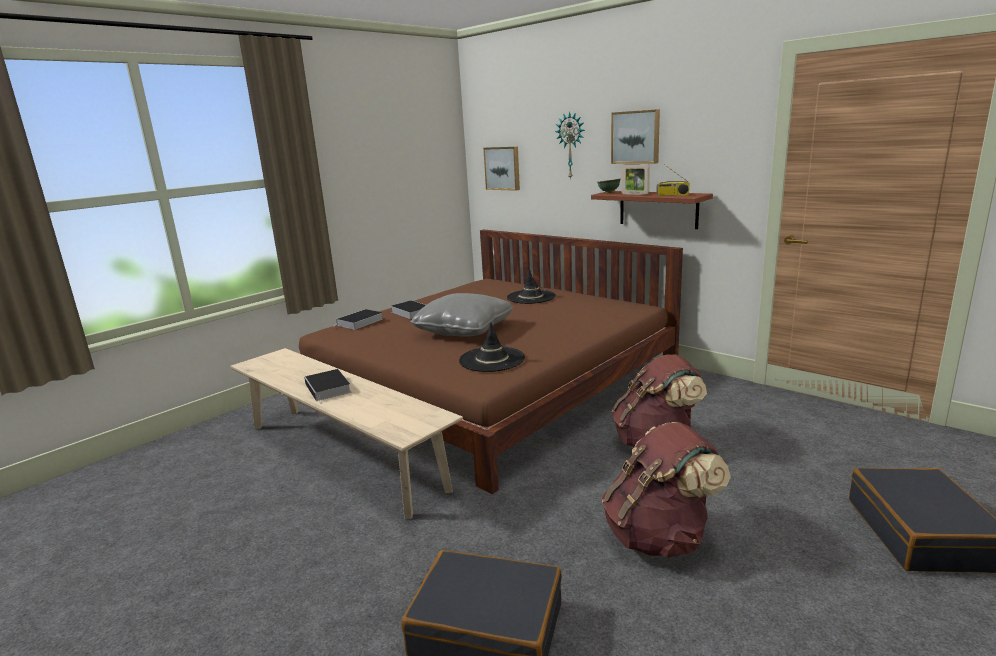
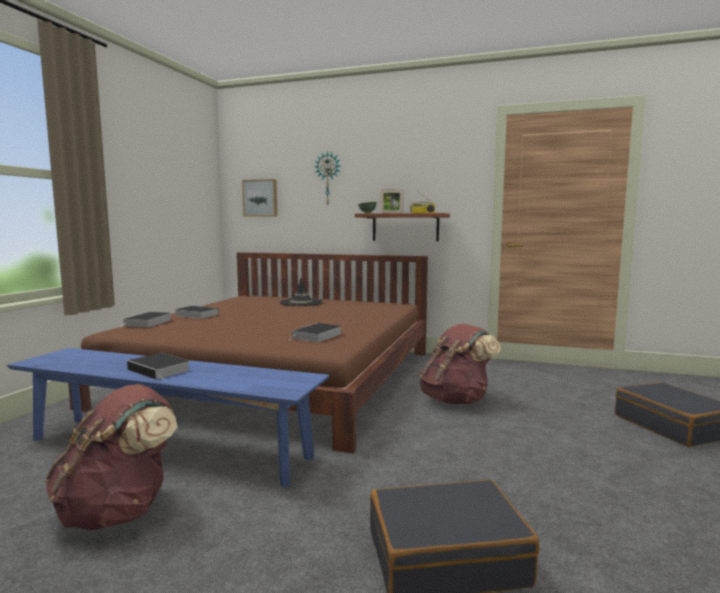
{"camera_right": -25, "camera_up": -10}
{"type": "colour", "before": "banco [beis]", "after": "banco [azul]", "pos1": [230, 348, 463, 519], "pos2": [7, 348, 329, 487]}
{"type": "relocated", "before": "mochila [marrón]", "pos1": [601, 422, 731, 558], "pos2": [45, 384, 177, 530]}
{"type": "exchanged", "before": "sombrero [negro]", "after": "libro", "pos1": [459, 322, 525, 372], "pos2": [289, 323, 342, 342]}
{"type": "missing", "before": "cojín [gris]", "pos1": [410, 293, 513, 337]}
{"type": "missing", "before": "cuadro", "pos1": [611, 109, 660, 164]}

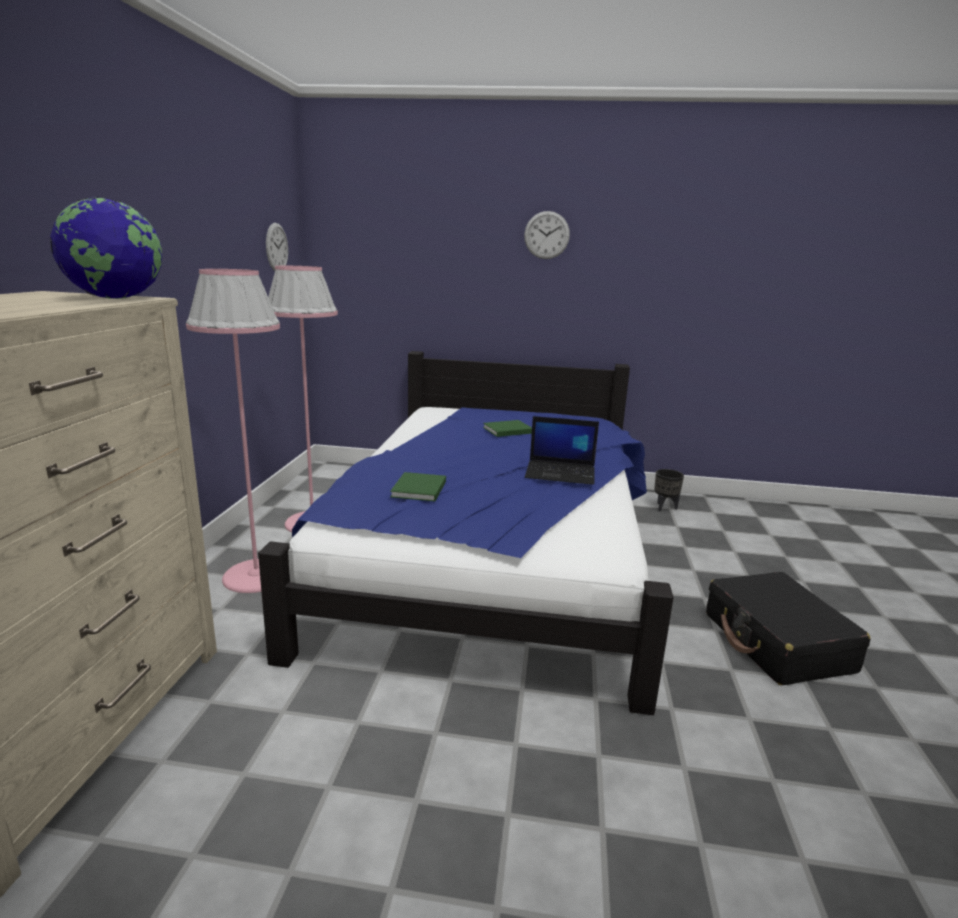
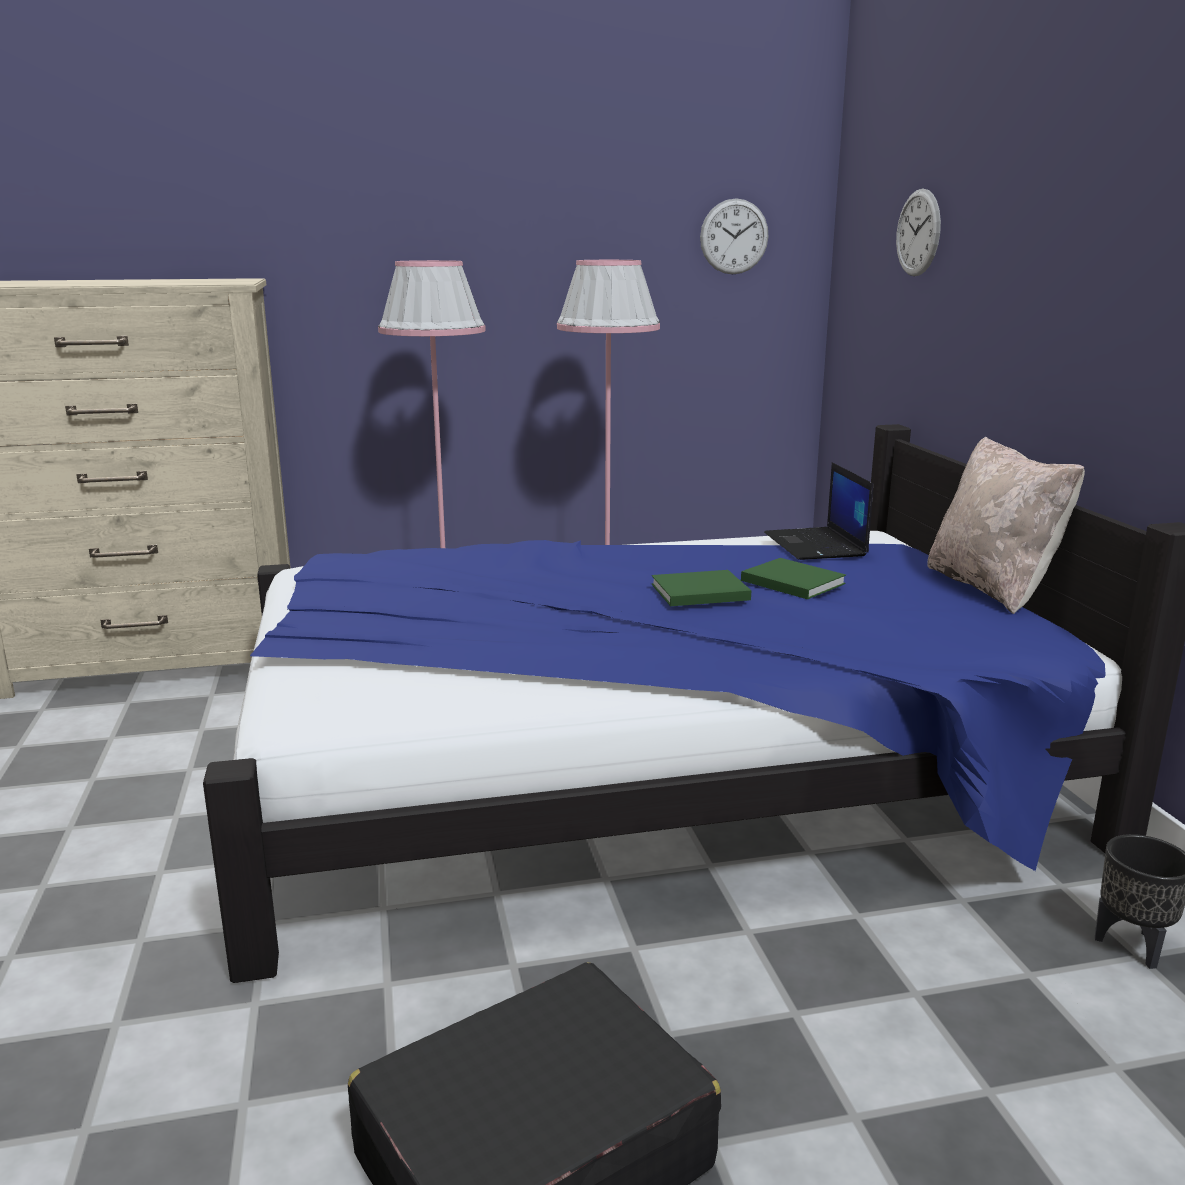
{"camera_right": 70, "camera_up": 0}
{"type": "relocated", "before": "libro [verde]", "pos1": [390, 472, 446, 501], "pos2": [651, 570, 751, 606]}
{"type": "relocated", "before": "portátil", "pos1": [525, 416, 599, 485], "pos2": [764, 462, 873, 560]}
{"type": "relocated", "before": "reloj de pared", "pos1": [524, 211, 570, 259], "pos2": [896, 189, 941, 276]}
{"type": "appeared", "after": "cojín [beis]", "pos2": [927, 437, 1085, 614]}
{"type": "missing", "before": "globo terráqueo", "pos1": [50, 197, 162, 299]}

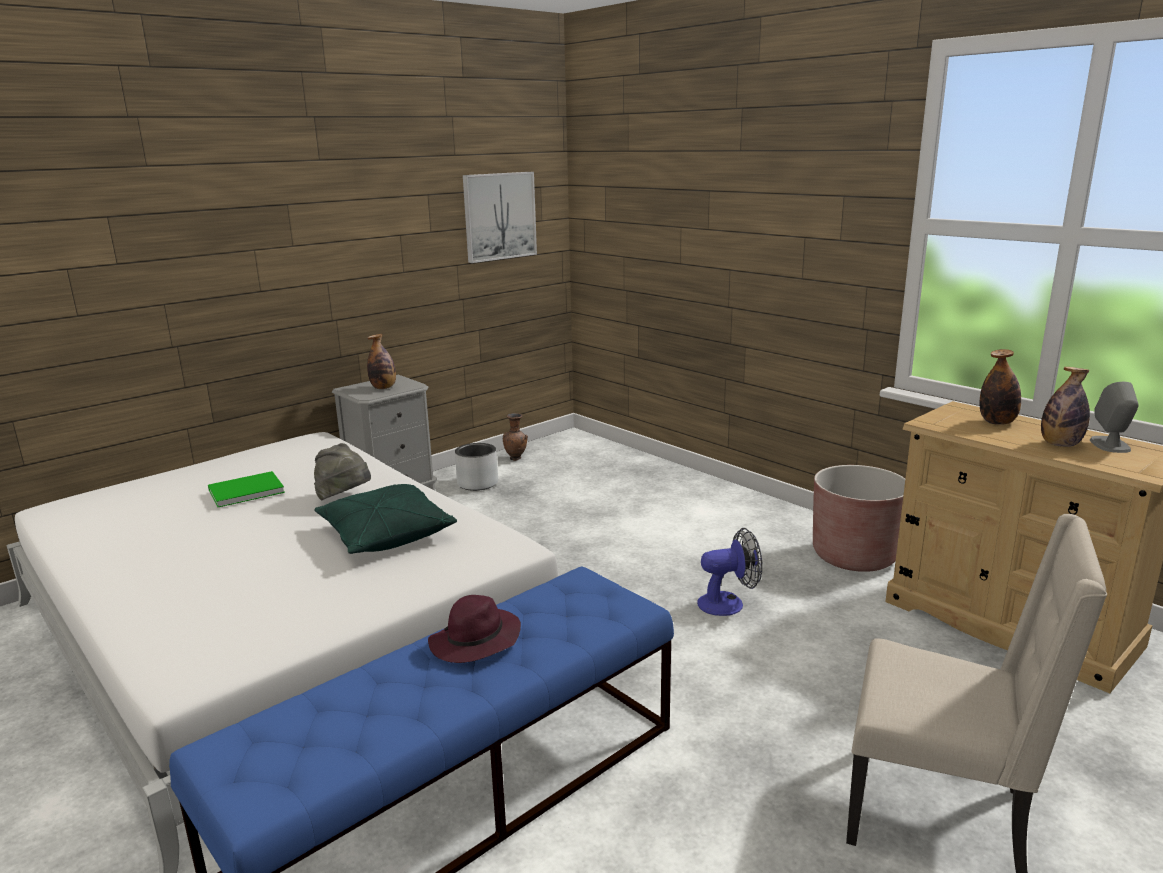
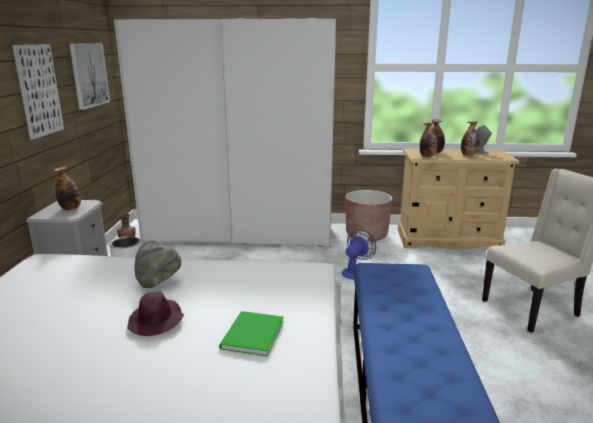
{"camera_right": -45, "camera_up": 0}
{"type": "appeared", "after": "cuadro", "pos2": [12, 44, 64, 139]}
{"type": "appeared", "after": "armario ropero [blanco]", "pos2": [114, 18, 336, 248]}
{"type": "relocated", "before": "sombrero [morado]", "pos1": [428, 595, 521, 663], "pos2": [127, 292, 184, 336]}
{"type": "relocated", "before": "libro [verde]", "pos1": [208, 471, 285, 507], "pos2": [219, 311, 284, 357]}
{"type": "appeared", "after": "botella", "pos2": [419, 122, 438, 157]}
{"type": "missing", "before": "cojín [verde]", "pos1": [314, 484, 457, 554]}

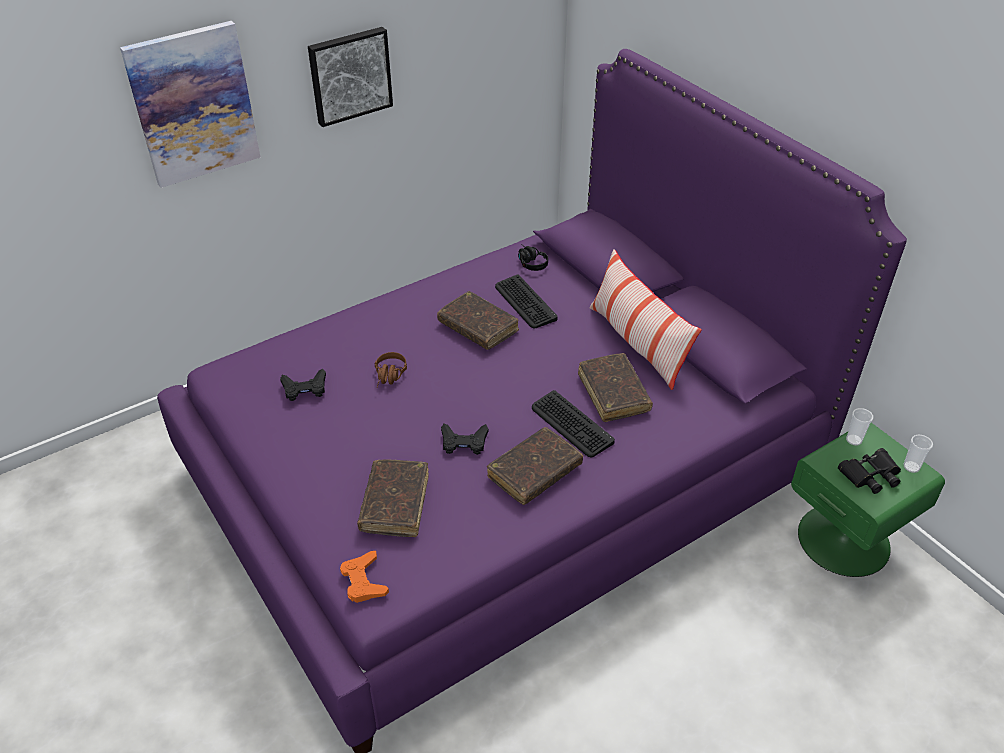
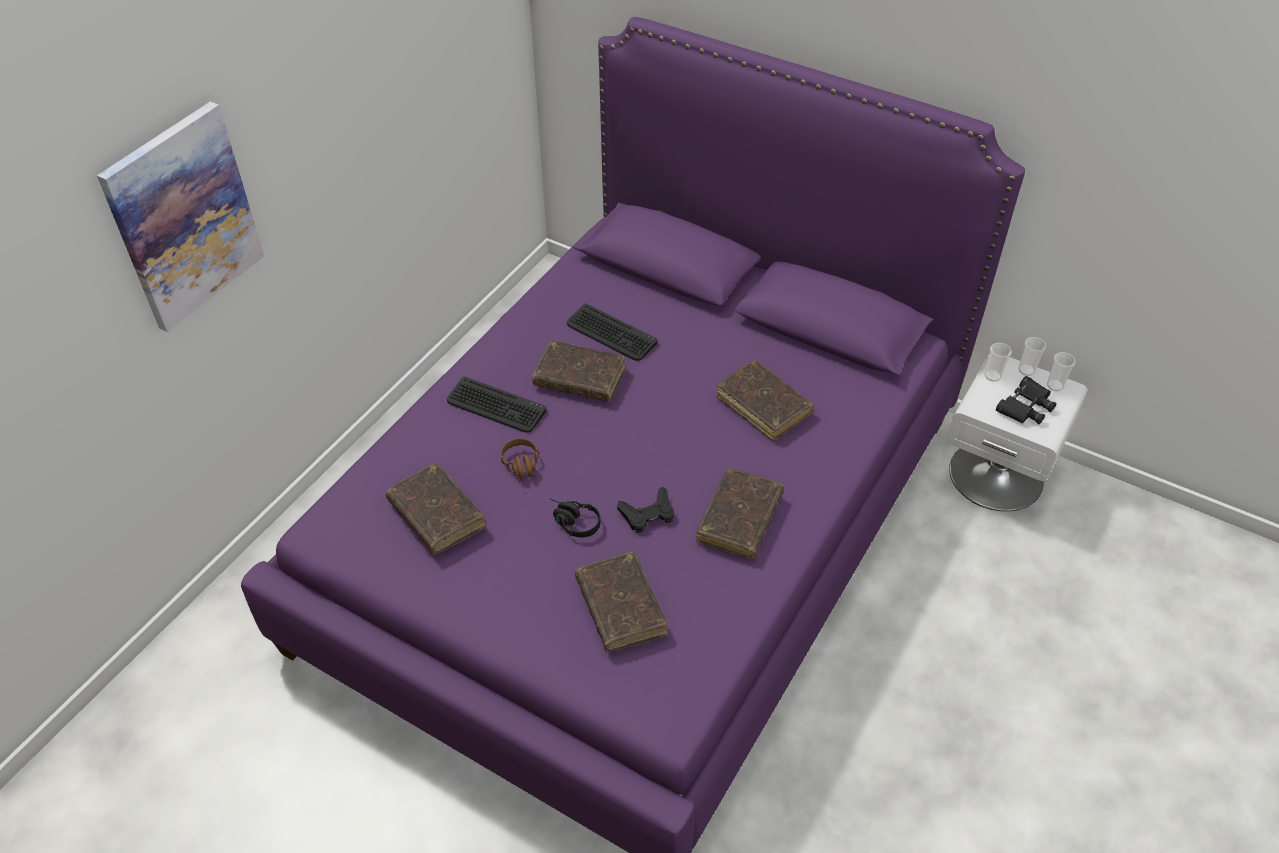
{"camera_right": -25, "camera_up": 5}
{"type": "exchanged", "before": "mando de consola [negro]", "after": "libro [marrón]", "pos1": [280, 369, 326, 401], "pos2": [386, 463, 486, 555]}
{"type": "relocated", "before": "teclado", "pos1": [532, 390, 615, 458], "pos2": [447, 377, 546, 433]}
{"type": "relocated", "before": "auriculares [negro]", "pos1": [518, 244, 548, 271], "pos2": [550, 499, 601, 538]}
{"type": "colour", "before": "mesita de noche [verde]", "after": "mesita de noche [blanco]", "pos1": [791, 423, 945, 577], "pos2": [947, 353, 1088, 511]}
{"type": "appeared", "after": "taza", "pos2": [1019, 337, 1046, 376]}
{"type": "missing", "before": "cuadro", "pos1": [308, 27, 393, 127]}
{"type": "missing", "before": "mando de consola [naranja]", "pos1": [340, 551, 389, 603]}
{"type": "missing", "before": "cojín", "pos1": [589, 249, 702, 390]}

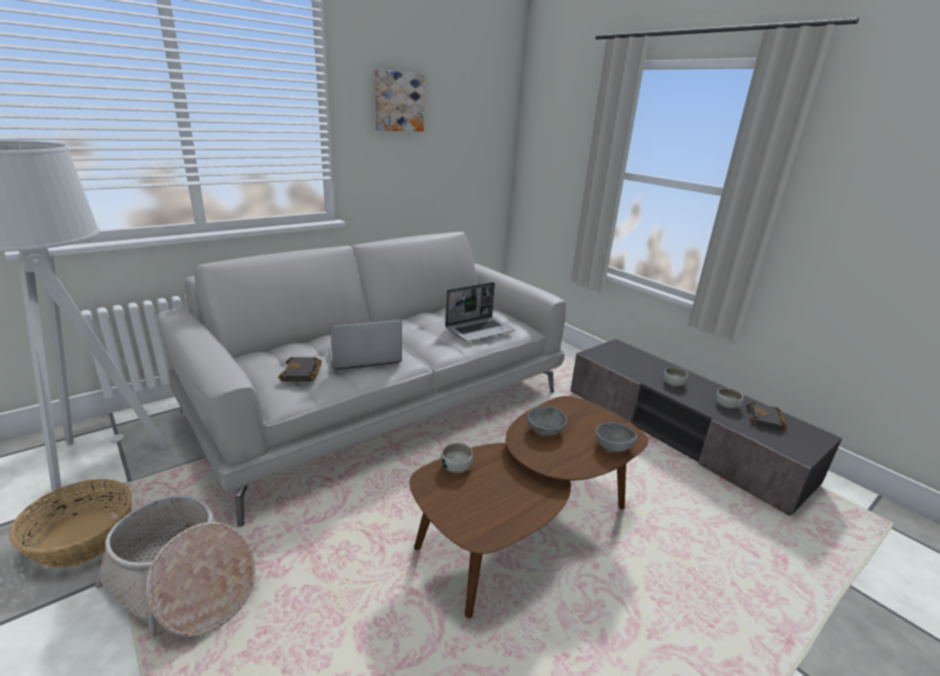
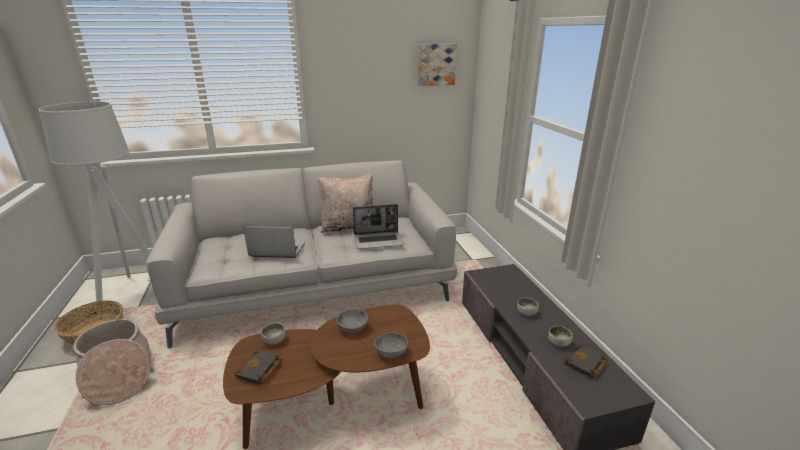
{"camera_right": 25, "camera_up": 0}
{"type": "relocated", "before": "libro [negro]", "pos1": [278, 357, 322, 382], "pos2": [234, 350, 282, 385]}
{"type": "appeared", "after": "cojín [beis]", "pos2": [318, 174, 373, 233]}
{"type": "relocated", "before": "cuadro", "pos1": [375, 70, 425, 131], "pos2": [418, 44, 457, 86]}

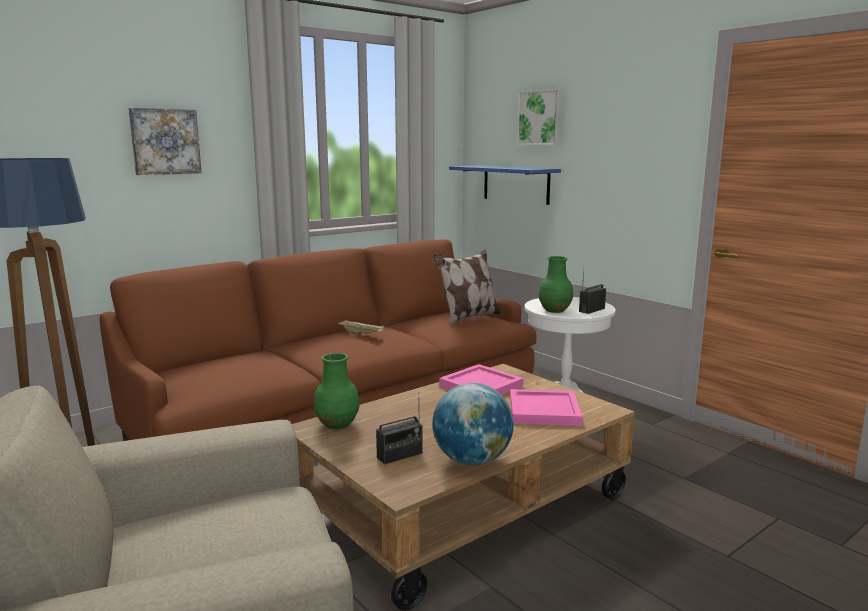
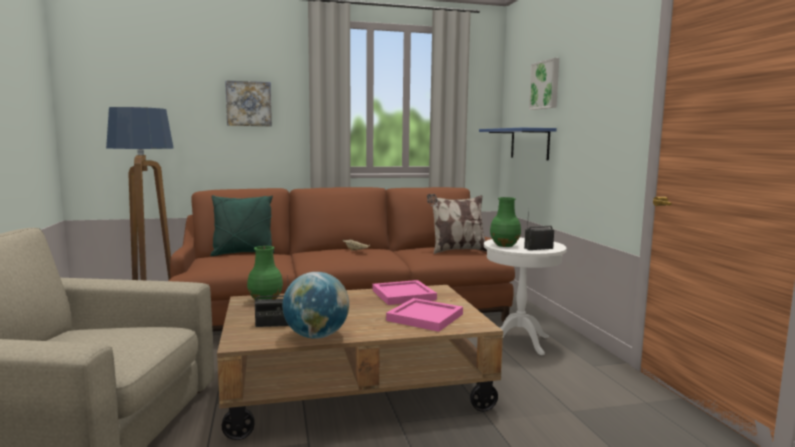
{"camera_right": 25, "camera_up": -5}
{"type": "appeared", "after": "cojín [verde]", "pos2": [210, 195, 274, 256]}

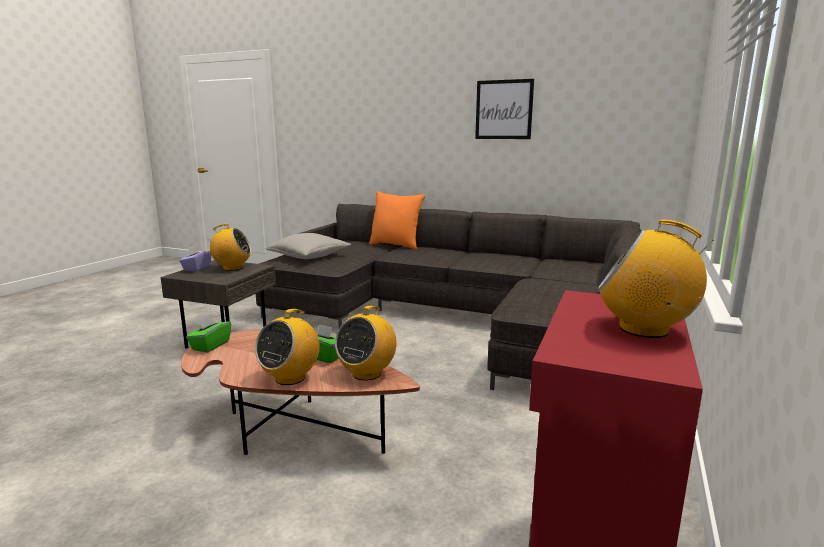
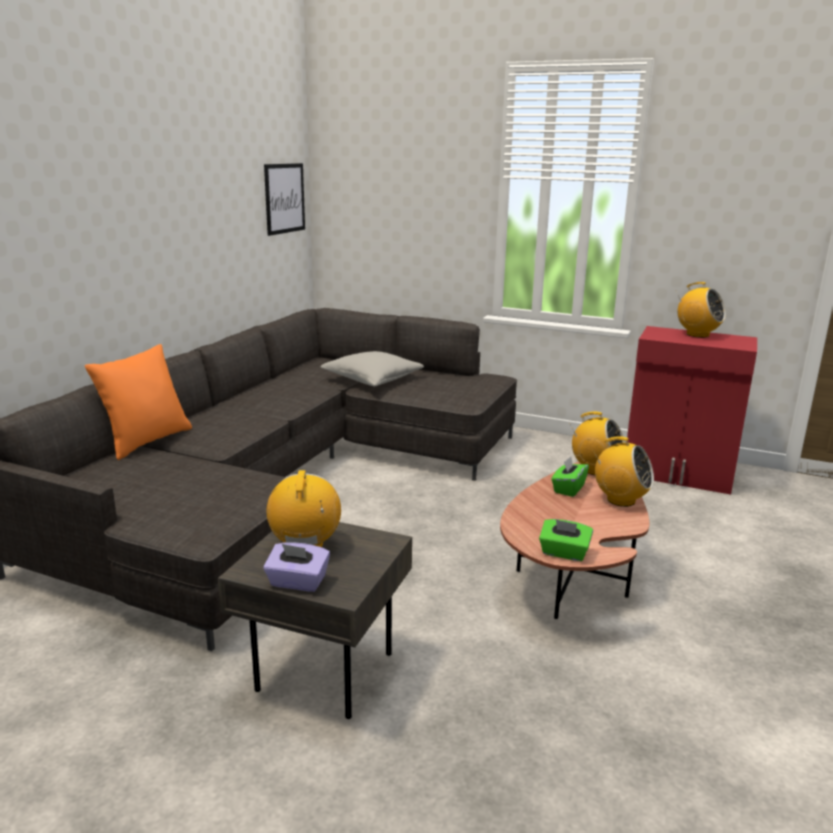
{"camera_right": -90, "camera_up": 5}
{"type": "relocated", "before": "cuadro", "pos1": [475, 79, 534, 139], "pos2": [264, 163, 305, 236]}
{"type": "relocated", "before": "cojín [gris]", "pos1": [265, 233, 351, 259], "pos2": [320, 351, 424, 387]}
{"type": "spun", "before": "radio", "pos1": [598, 220, 714, 338], "pos2": [677, 282, 726, 338], "turn": -75}

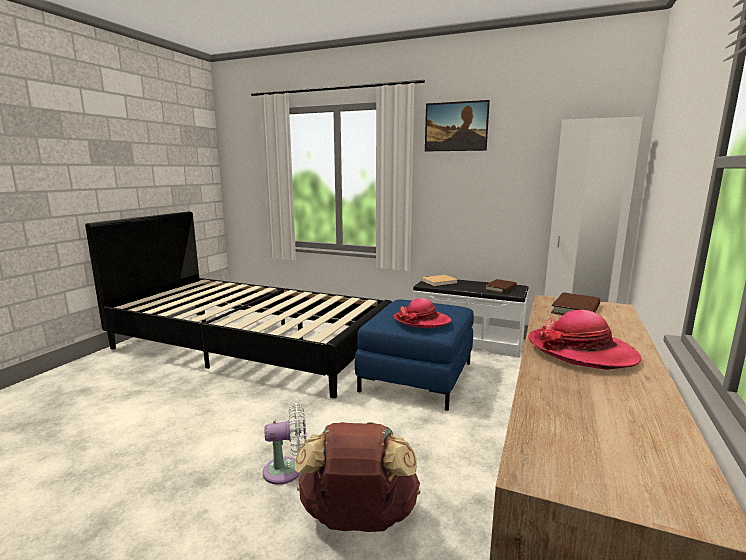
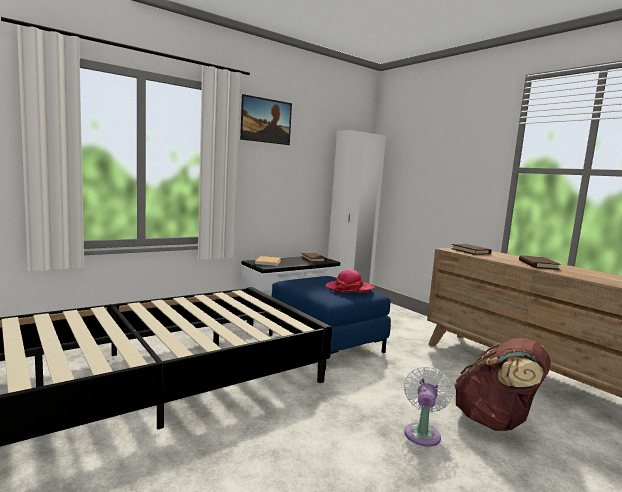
{"camera_right": -60, "camera_up": -5}
{"type": "exchanged", "before": "sombrero", "after": "libro [marrón]", "pos1": [528, 310, 641, 370], "pos2": [519, 255, 561, 270]}

